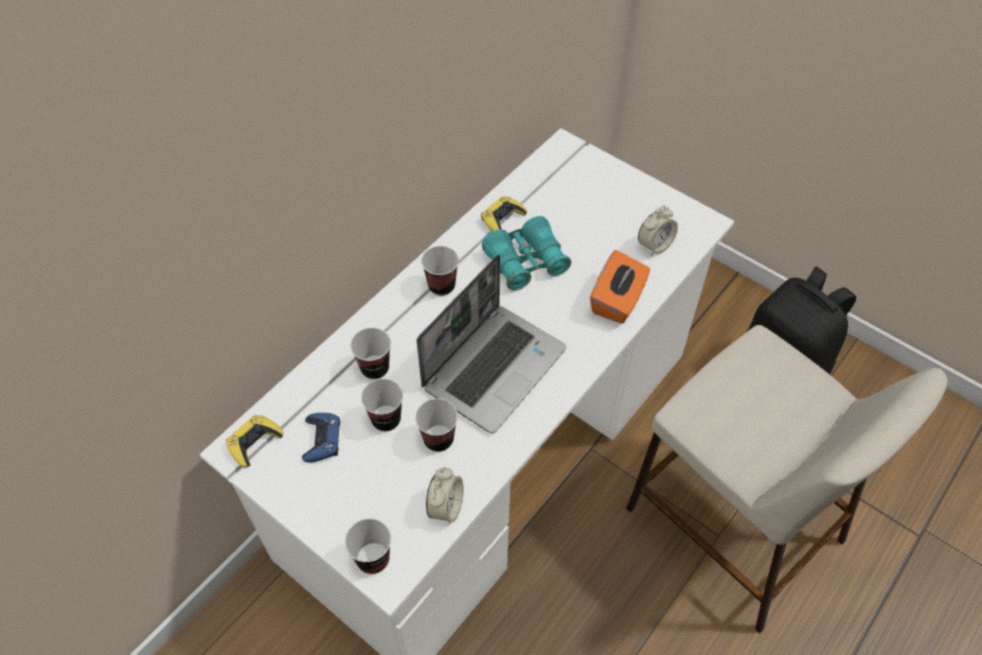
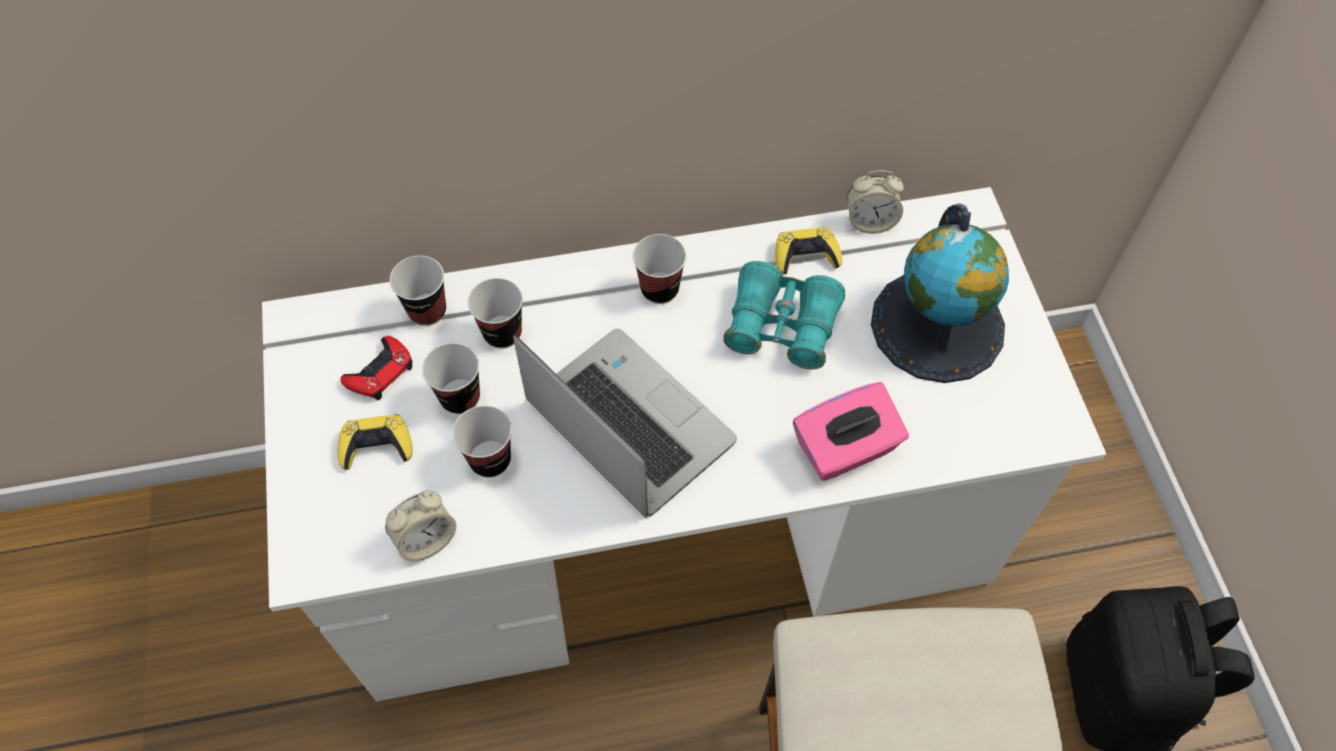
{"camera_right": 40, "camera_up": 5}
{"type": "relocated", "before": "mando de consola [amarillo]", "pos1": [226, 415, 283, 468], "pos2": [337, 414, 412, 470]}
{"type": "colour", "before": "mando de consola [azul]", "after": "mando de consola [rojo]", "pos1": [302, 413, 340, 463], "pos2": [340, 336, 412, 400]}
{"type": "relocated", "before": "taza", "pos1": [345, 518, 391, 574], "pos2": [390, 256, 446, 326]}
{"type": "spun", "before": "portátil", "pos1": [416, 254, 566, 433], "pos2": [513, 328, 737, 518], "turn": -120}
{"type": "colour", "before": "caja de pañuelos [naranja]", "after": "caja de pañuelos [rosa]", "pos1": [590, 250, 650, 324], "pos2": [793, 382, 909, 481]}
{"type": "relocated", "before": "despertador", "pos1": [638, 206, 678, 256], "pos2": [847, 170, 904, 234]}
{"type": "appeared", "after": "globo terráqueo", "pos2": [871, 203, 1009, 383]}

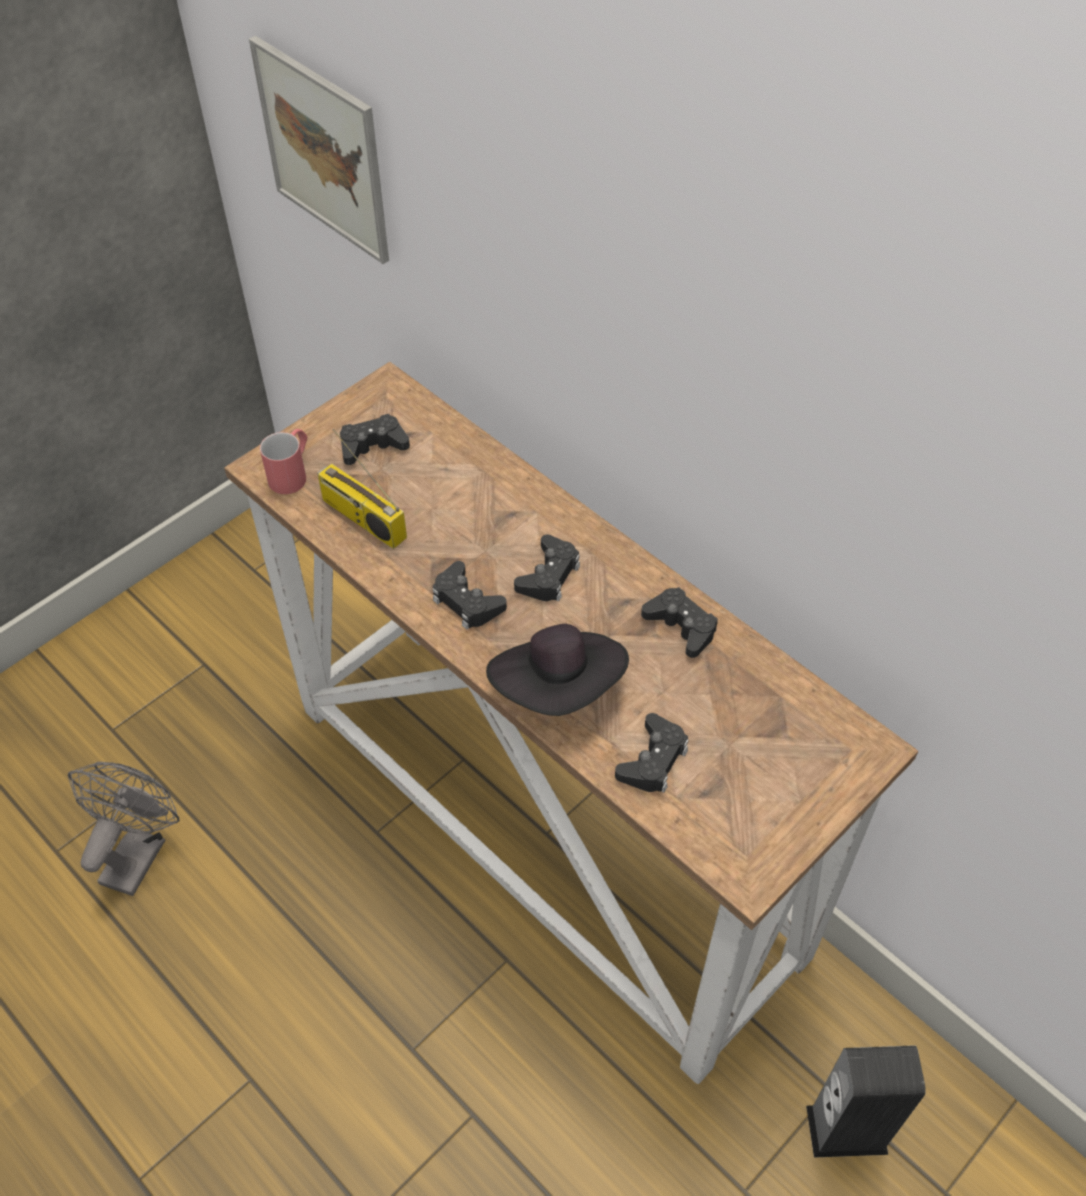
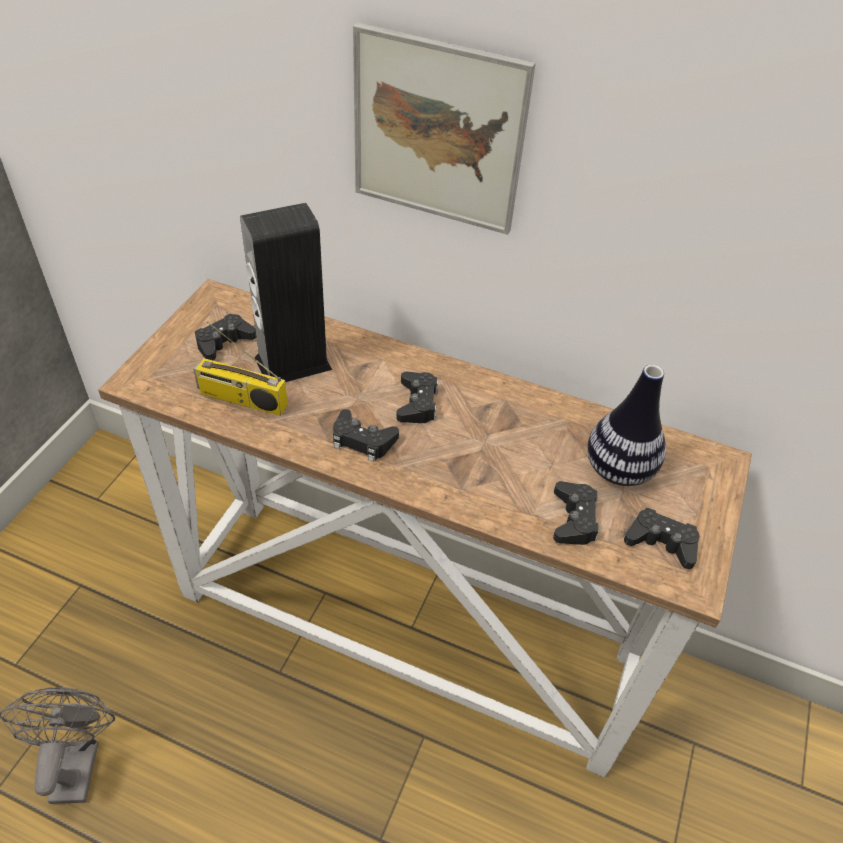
{"camera_right": -25, "camera_up": -5}
{"type": "relocated", "before": "altavoz", "pos1": [806, 1045, 926, 1158], "pos2": [240, 203, 332, 382]}
{"type": "relocated", "before": "cuadro", "pos1": [249, 36, 389, 264], "pos2": [353, 23, 536, 235]}
{"type": "appeared", "after": "florero", "pos2": [587, 365, 666, 486]}
{"type": "relocated", "before": "mando de consola [negro]", "pos1": [641, 587, 718, 658], "pos2": [624, 507, 700, 569]}
{"type": "missing", "before": "taza grande [rojo]", "pos1": [260, 429, 307, 494]}
{"type": "missing", "before": "sombrero [negro]", "pos1": [486, 624, 629, 716]}

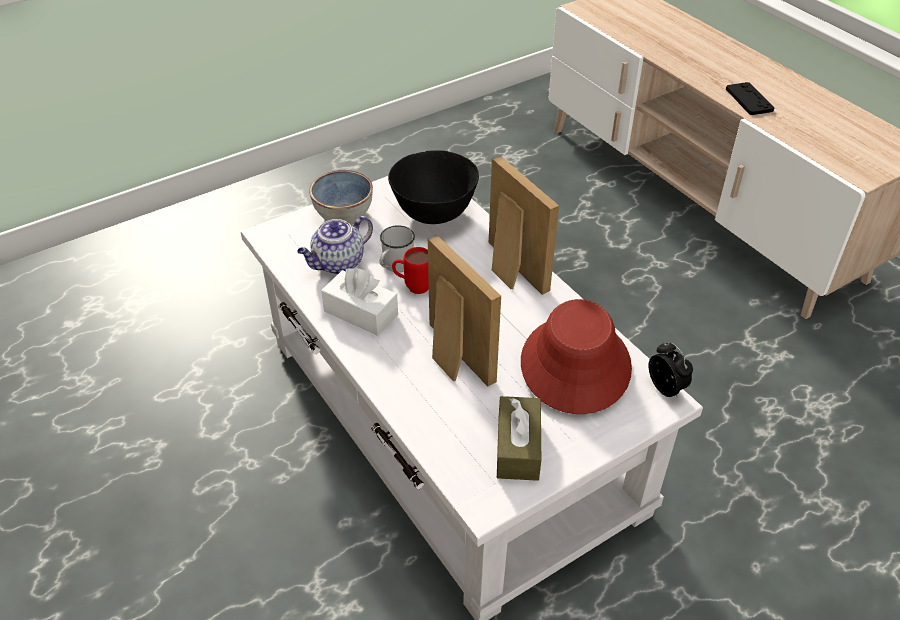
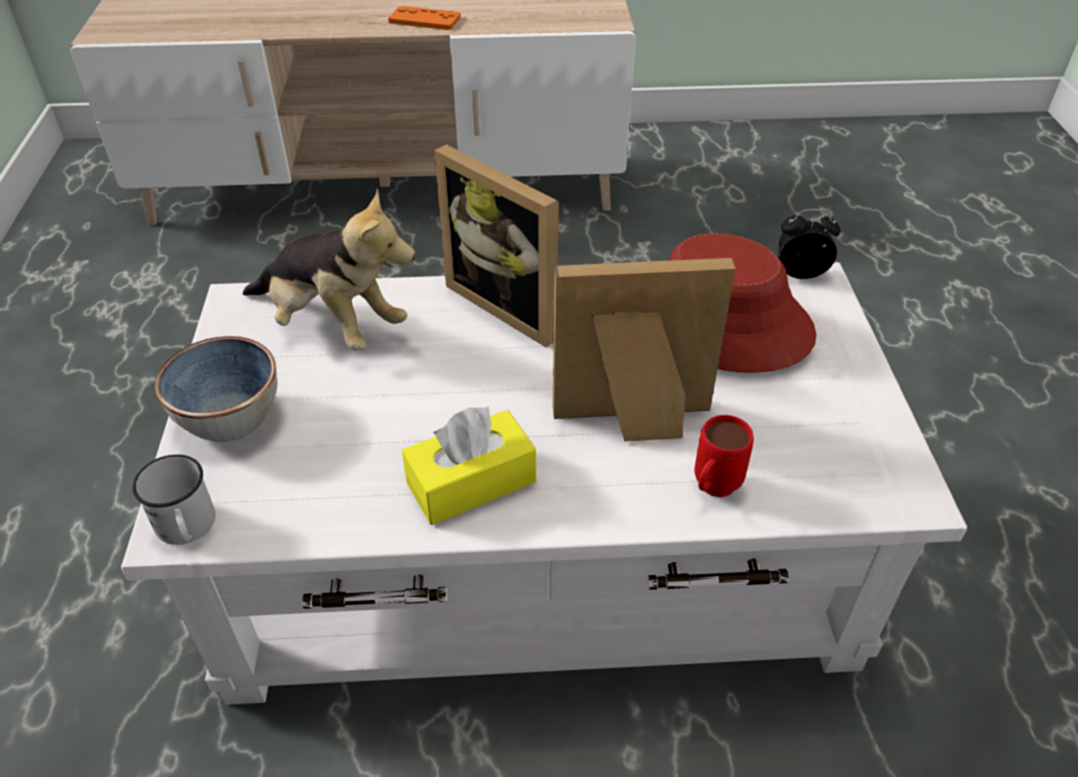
{"camera_right": -60, "camera_up": 0}
{"type": "relocated", "before": "taza grande [blanco]", "pos1": [379, 225, 415, 272], "pos2": [132, 454, 215, 545]}
{"type": "exchanged", "before": "cuenco [negro]", "after": "peluche", "pos1": [388, 150, 479, 224], "pos2": [243, 189, 416, 351]}
{"type": "colour", "before": "mando de consola [negro]", "after": "mando de consola [naranja]", "pos1": [726, 82, 775, 115], "pos2": [388, 6, 461, 30]}
{"type": "colour", "before": "caja de pañuelos [blanco]", "after": "caja de pañuelos [amarillo]", "pos1": [321, 268, 398, 336], "pos2": [402, 406, 536, 525]}
{"type": "spun", "before": "portarretratos", "pos1": [489, 156, 559, 295], "pos2": [434, 145, 559, 348], "turn": -135}
{"type": "relocated", "before": "taza grande [rojo]", "pos1": [392, 247, 429, 294], "pos2": [695, 415, 754, 497]}
{"type": "missing", "before": "tetera", "pos1": [297, 216, 373, 274]}
{"type": "missing", "before": "caja de pañuelos [marrón]", "pos1": [497, 396, 541, 481]}

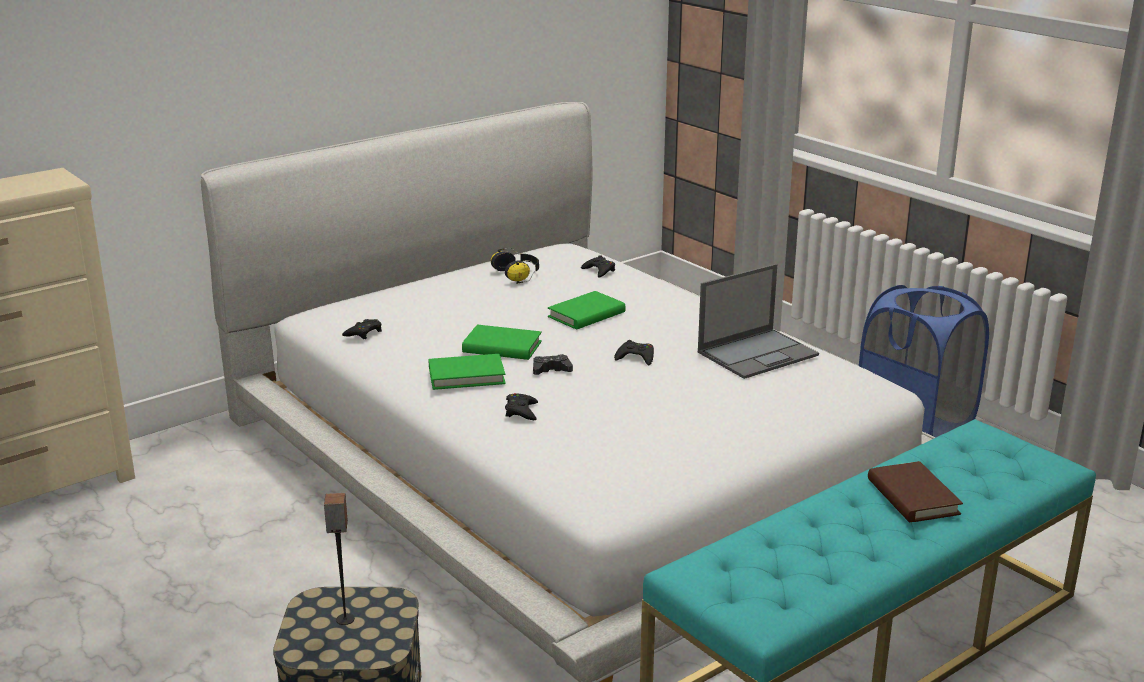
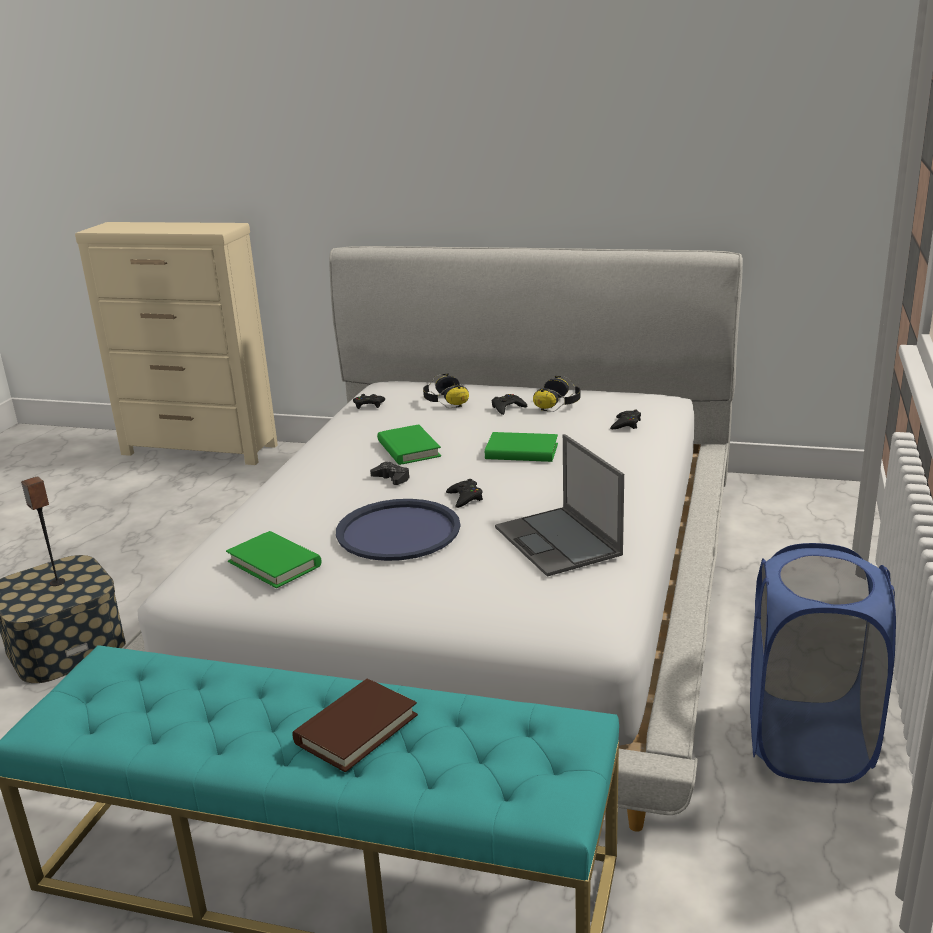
{"camera_right": 55, "camera_up": 0}
{"type": "relocated", "before": "libro [verde]", "pos1": [429, 354, 506, 390], "pos2": [226, 531, 321, 588]}
{"type": "appeared", "after": "bandeja [azul]", "pos2": [336, 499, 460, 561]}
{"type": "appeared", "after": "auriculares", "pos2": [423, 373, 469, 408]}
{"type": "relocated", "before": "mando de consola [negro]", "pos1": [505, 393, 538, 420], "pos2": [492, 394, 527, 415]}
{"type": "spun", "before": "portátil", "pos1": [698, 264, 819, 379], "pos2": [495, 434, 624, 577], "turn": 45}

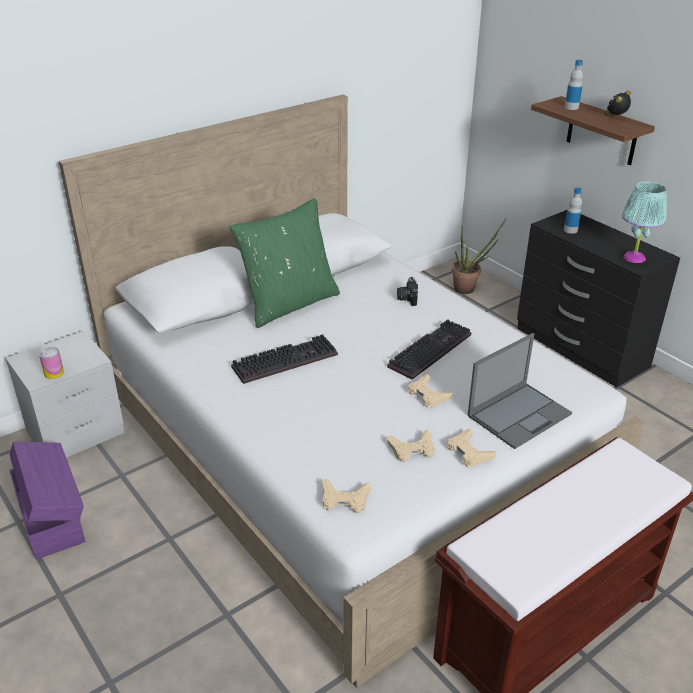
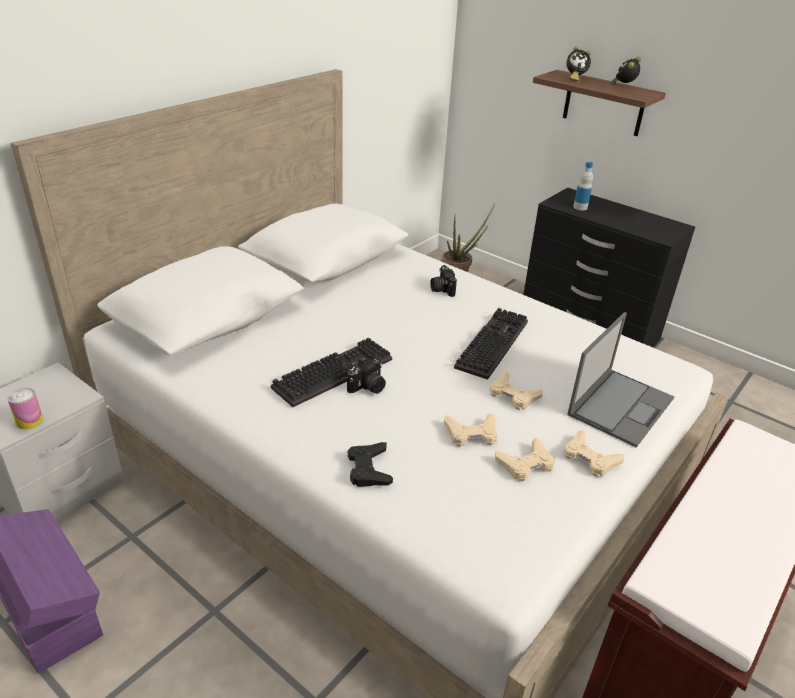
{"camera_right": -15, "camera_up": 0}
{"type": "appeared", "after": "cámara", "pos2": [347, 358, 386, 394]}
{"type": "appeared", "after": "mando de consola [negro]", "pos2": [347, 442, 393, 487]}
{"type": "relocated", "before": "mando de consola [beis]", "pos1": [322, 479, 371, 513], "pos2": [444, 413, 497, 447]}
{"type": "exchanged", "before": "botella", "after": "despertador", "pos1": [565, 60, 583, 110], "pos2": [567, 47, 591, 82]}
{"type": "missing", "before": "cojín [verde]", "pos1": [230, 198, 340, 328]}
{"type": "missing", "before": "lámpara de mesa [turquesa]", "pos1": [622, 181, 667, 263]}

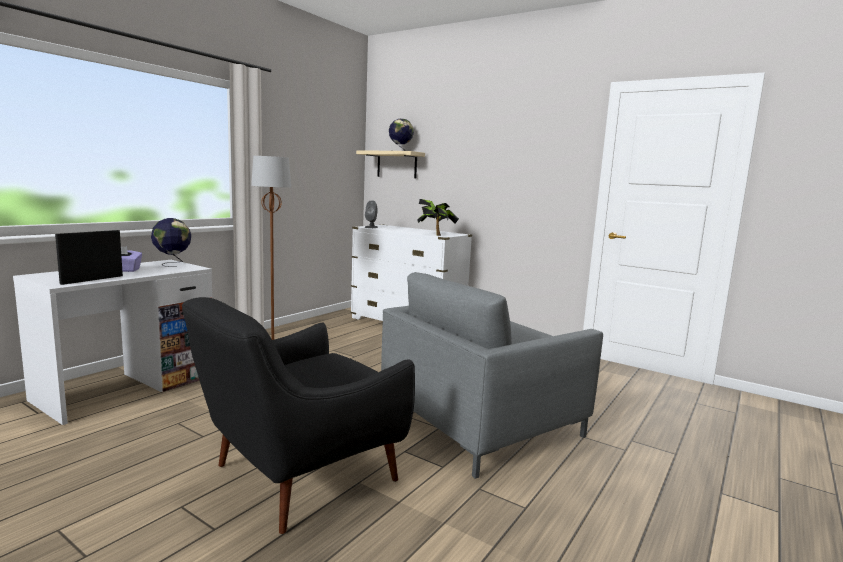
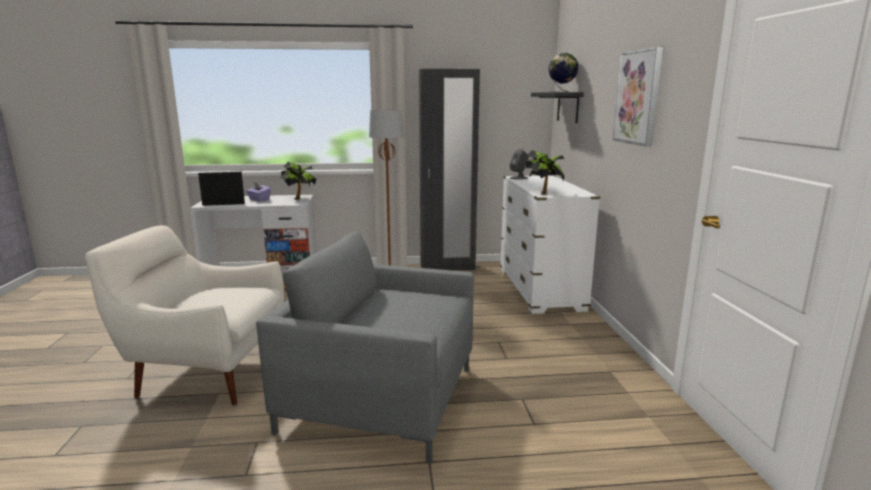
{"camera_right": 50, "camera_up": 5}
{"type": "colour", "before": "sillón [negro]", "after": "sillón [blanco]", "pos1": [182, 297, 415, 534], "pos2": [85, 226, 284, 405]}
{"type": "exchanged", "before": "globo terráqueo", "after": "planta en maceta", "pos1": [151, 218, 191, 267], "pos2": [280, 162, 316, 200]}
{"type": "appeared", "after": "armario ropero [negro]", "pos2": [419, 69, 480, 271]}
{"type": "colour", "before": "estante [beis]", "after": "estante [negro]", "pos1": [356, 150, 425, 178], "pos2": [531, 92, 584, 123]}
{"type": "appeared", "after": "cuadro", "pos2": [613, 47, 663, 147]}

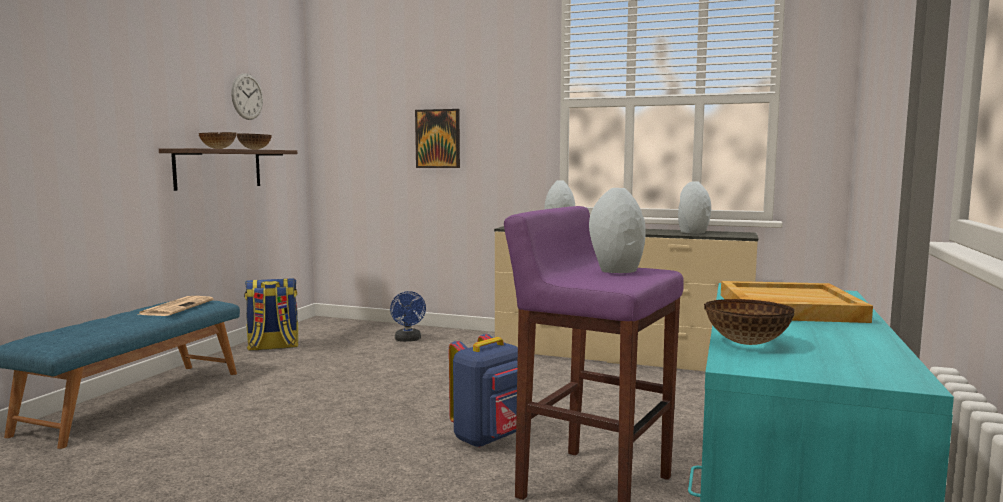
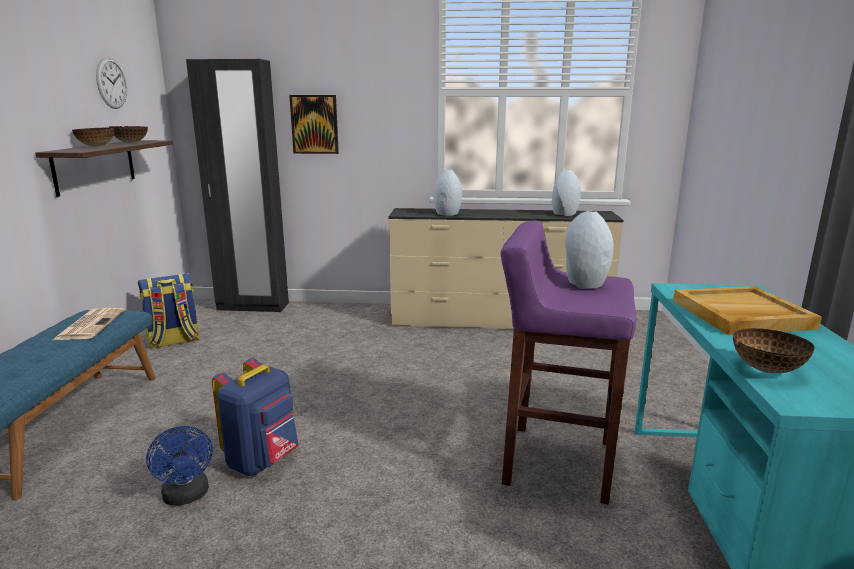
{"camera_right": -15, "camera_up": 10}
{"type": "relocated", "before": "ventilador [azul]", "pos1": [390, 291, 426, 342], "pos2": [146, 426, 213, 506]}
{"type": "appeared", "after": "armario ropero [negro]", "pos2": [186, 59, 289, 312]}
{"type": "relocated", "before": "mochila [azul]", "pos1": [449, 334, 518, 448], "pos2": [212, 358, 299, 476]}

